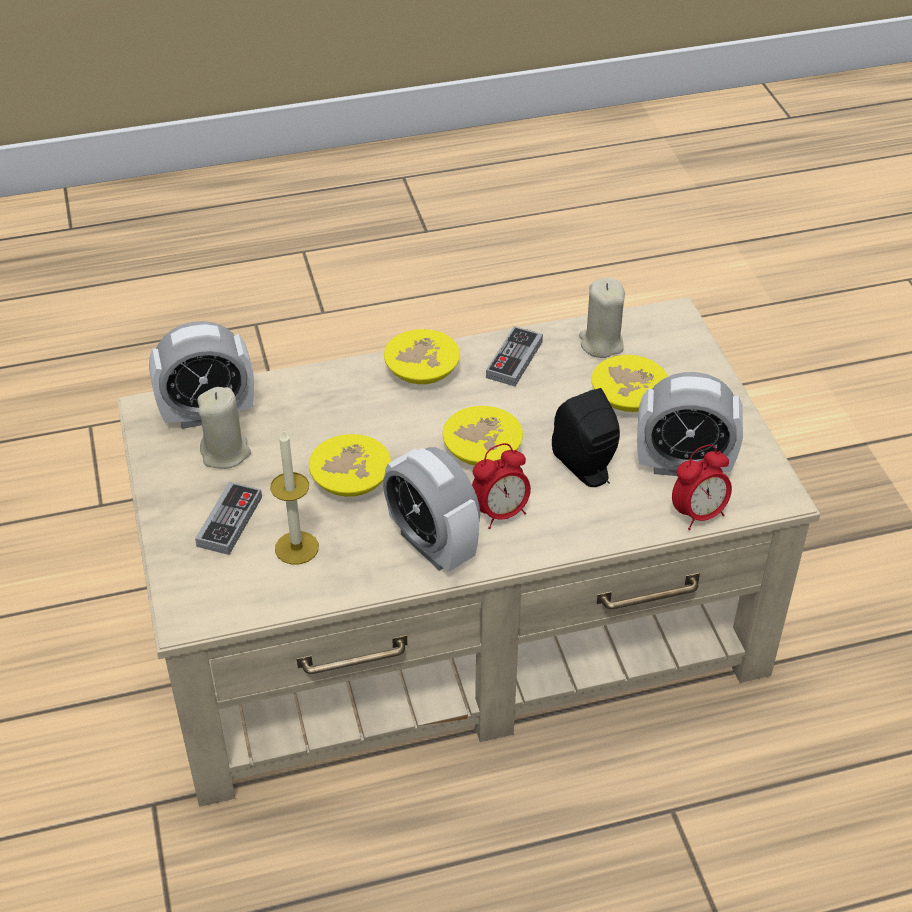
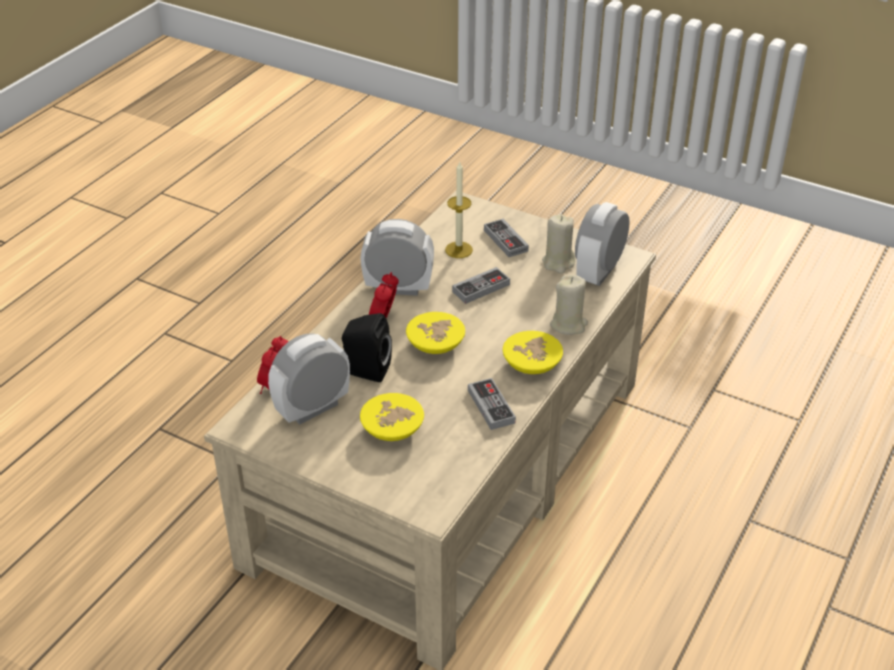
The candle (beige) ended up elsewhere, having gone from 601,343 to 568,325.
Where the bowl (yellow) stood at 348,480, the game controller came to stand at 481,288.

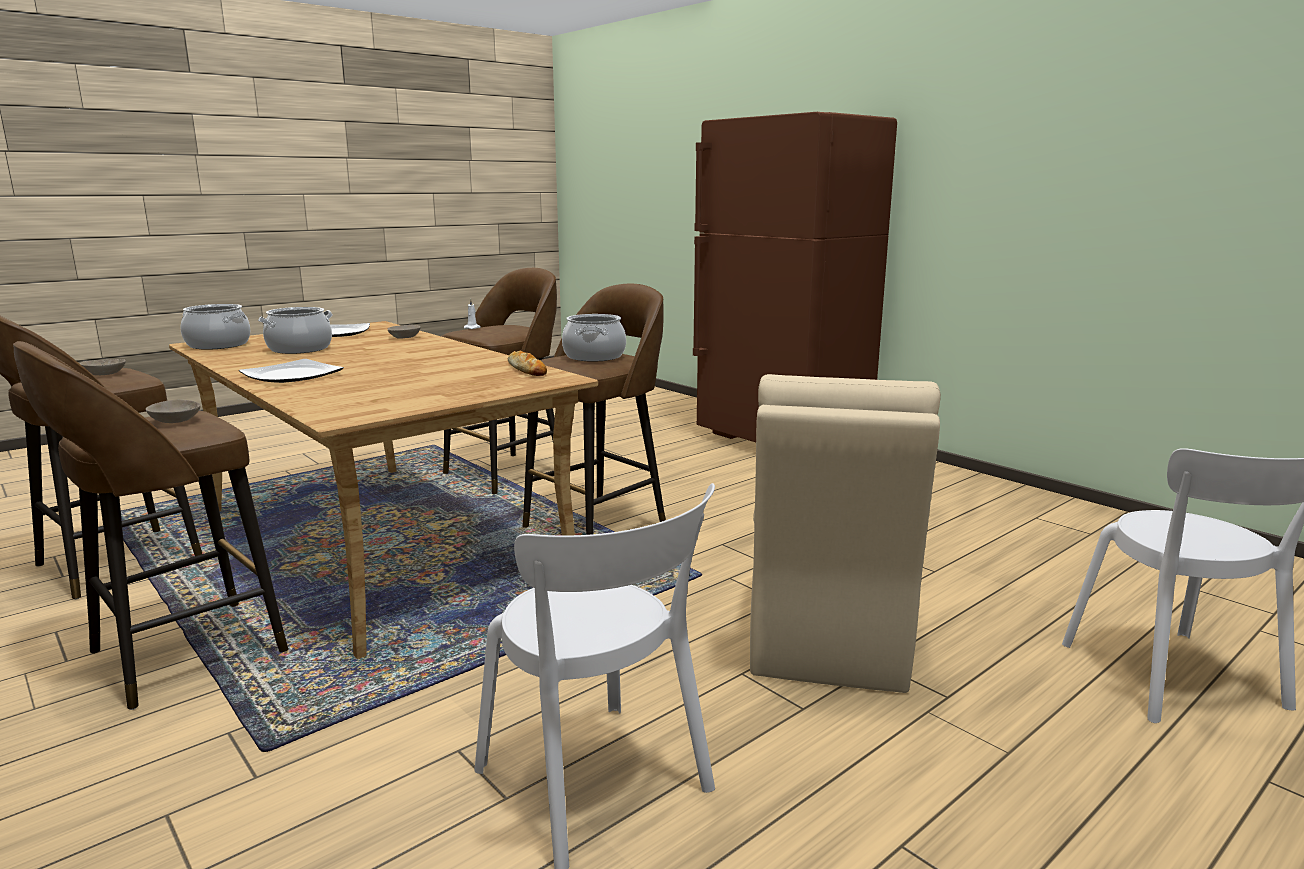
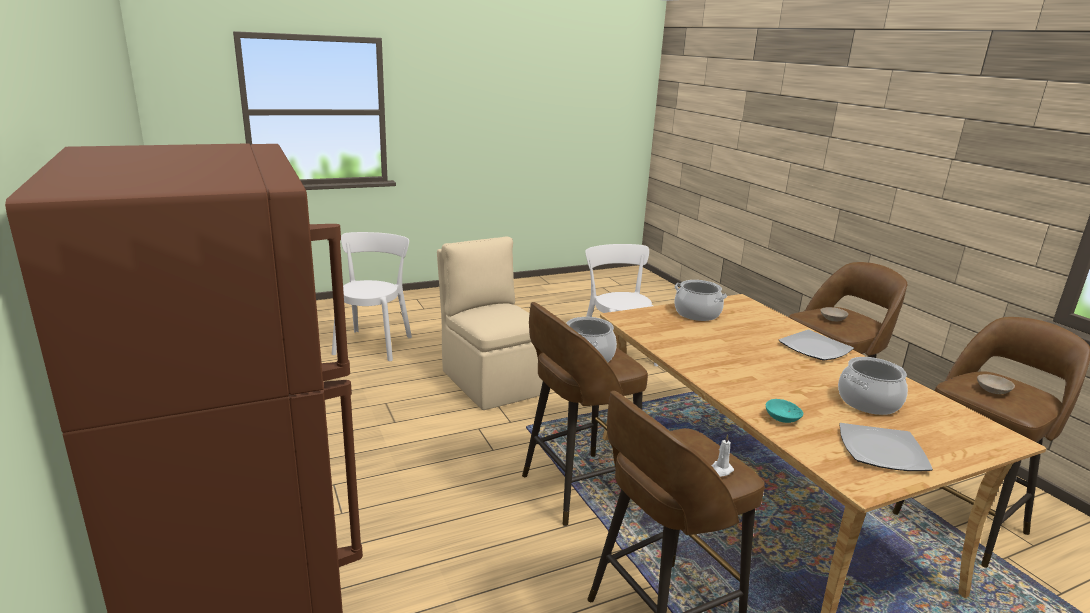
The second view lost the bread at 526,369.
The cooking pot ended up elsewhere, having gone from 218,345 to 697,313.
What was the bowl (beige) at 406,337 turned into the bowl (turquoise) at 780,418.
The chair (beige) at 828,638 ended up facing another way, 60 degrees counterclockwise from before.

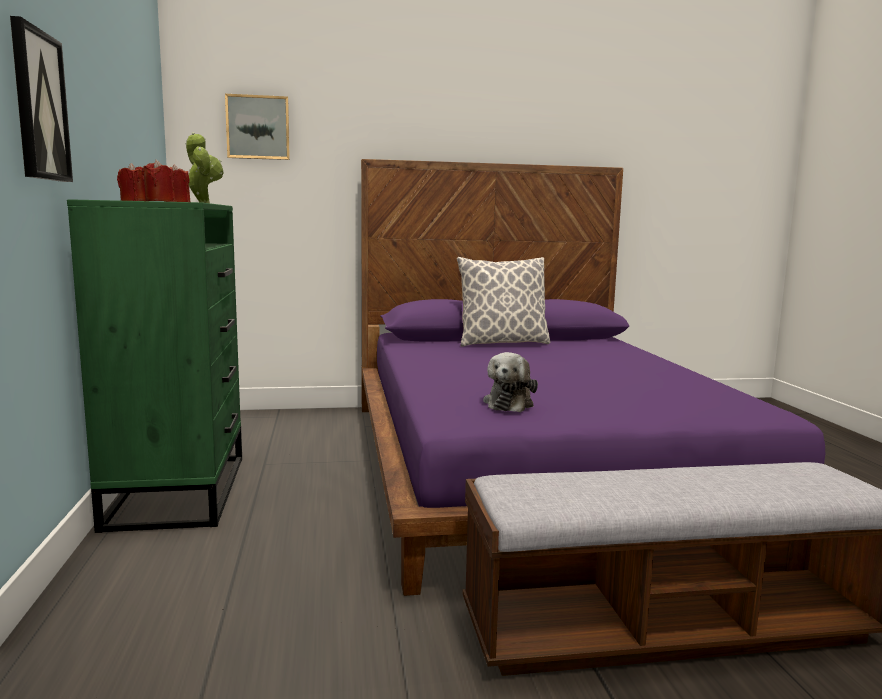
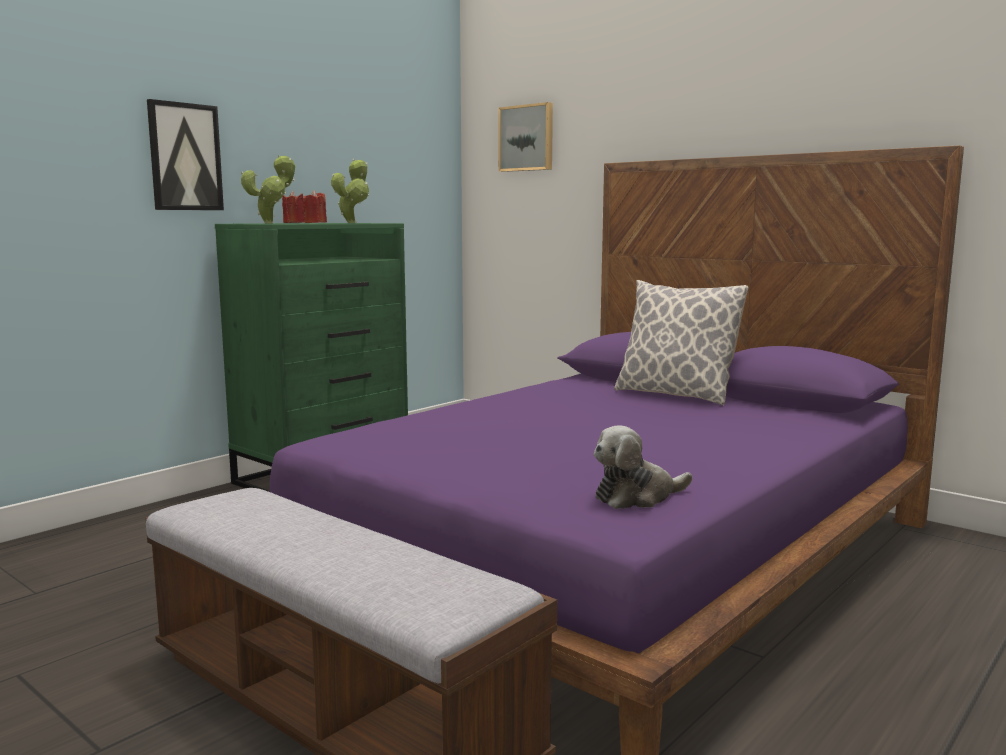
The plush toy ended up elsewhere, having gone from 509,403 to 637,497.
Where the candle (red) stood at 160,201, the potted plant came to stand at 272,223.

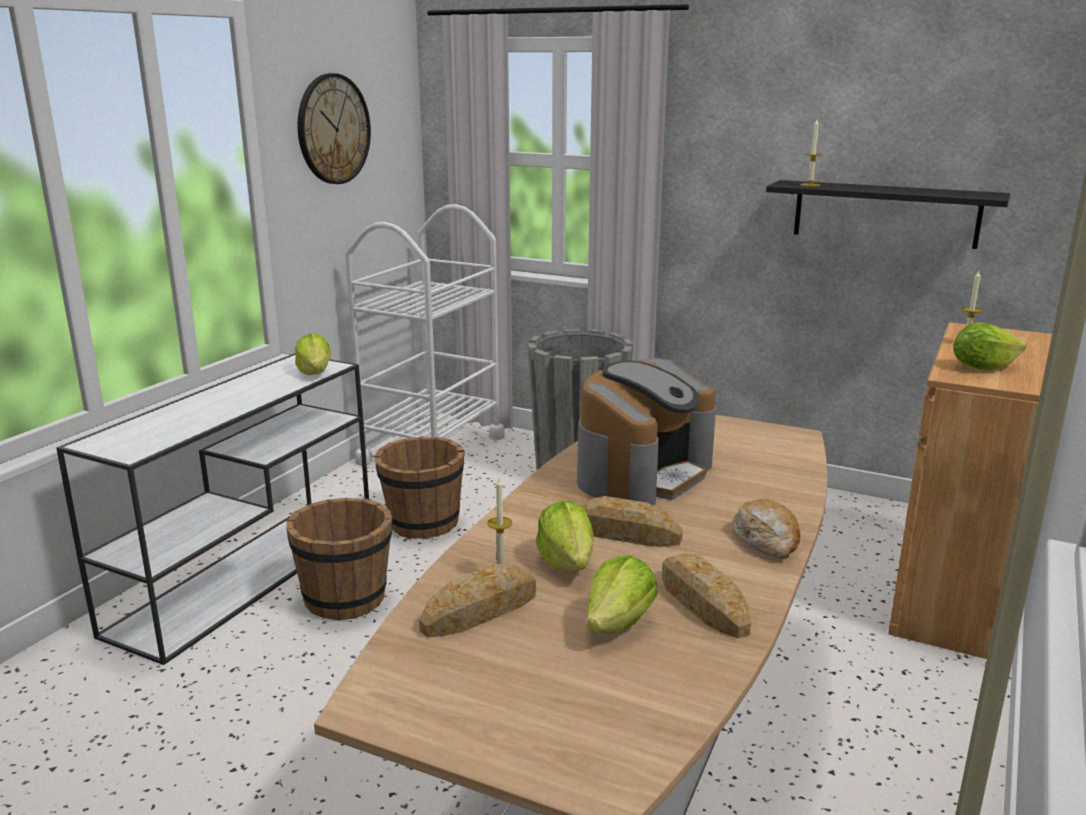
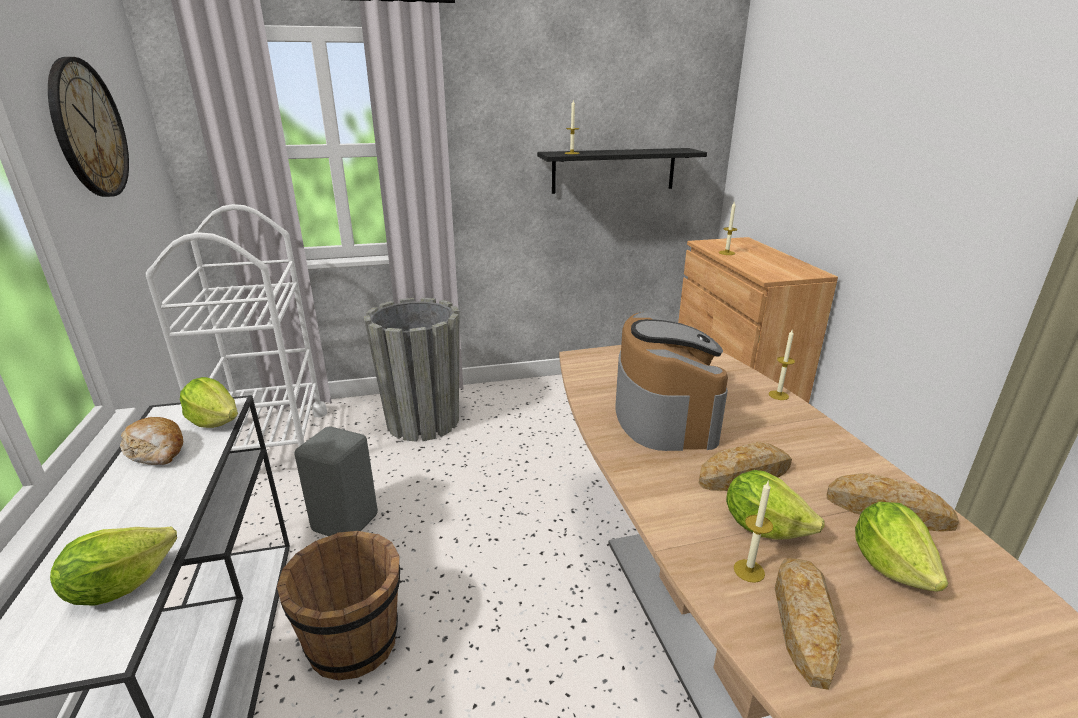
The second view gained the candle at 778,395.
The bread ended up elsewhere, having gone from 767,540 to 157,450.
The lettuce ended up elsewhere, having gone from 982,367 to 120,585.
Where the bucket (brown) stood at 423,523, the stool (grey) came to stand at 343,523.

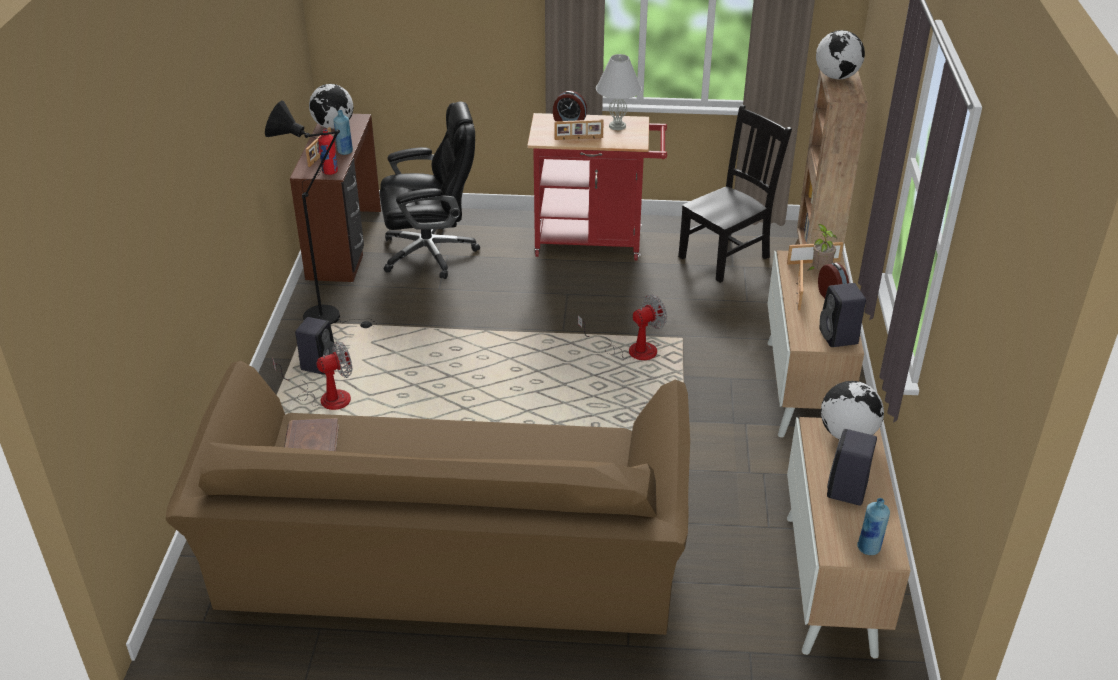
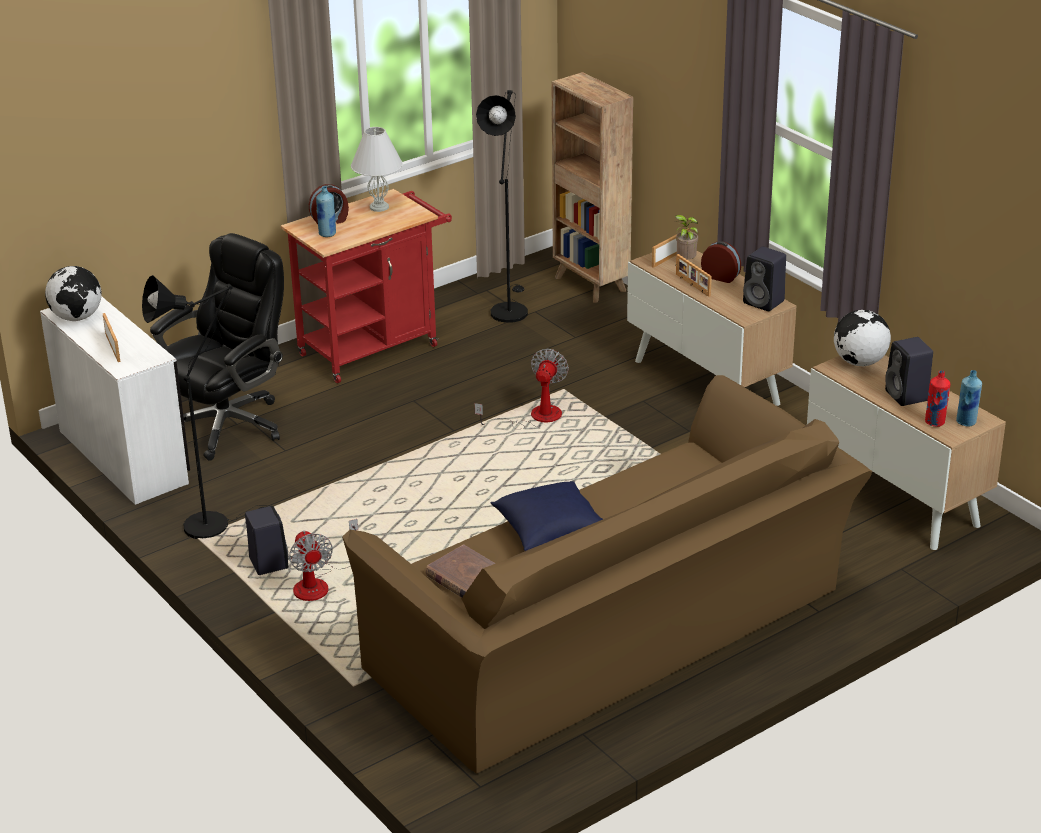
The second view lost the picture frame at 578,138.
The second view lost the globe at 836,77.
The second view gained the pillow (blue) at 550,531.
The bottle (red) ended up elsewhere, having gone from 330,171 to 935,422.
The bottle (blue) ended up elsewhere, having gone from 345,152 to 327,234.
Where the chair (black) stood at 726,256, the floor lamp (black) came to stand at 509,309.
What was the desk (brown) at 346,244 turned into the desk (white) at 125,456.
The fan at 326,397 ended up facing another way, 135 degrees clockwise from before.

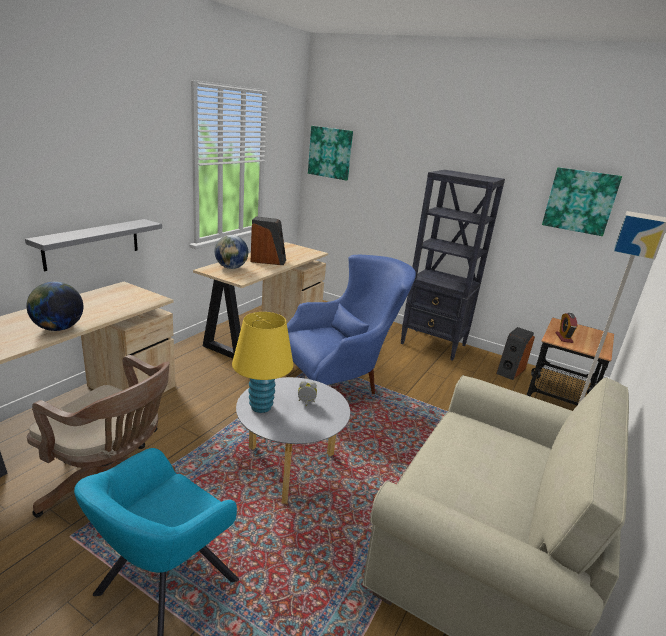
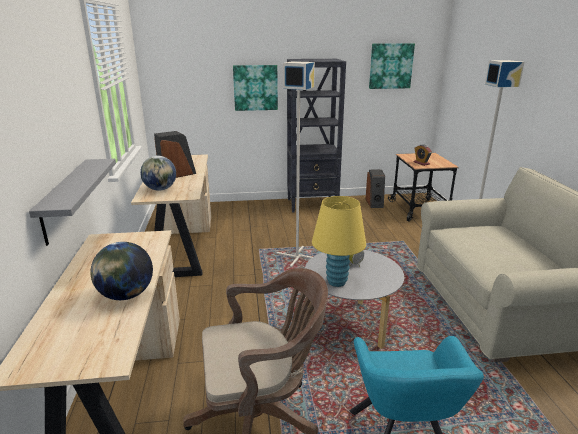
The picture ended up elsewhere, having gone from 330,153 to 255,87.
Where the armchair (blue) stood at 340,384, the floor lamp (grey) came to stand at 297,256.

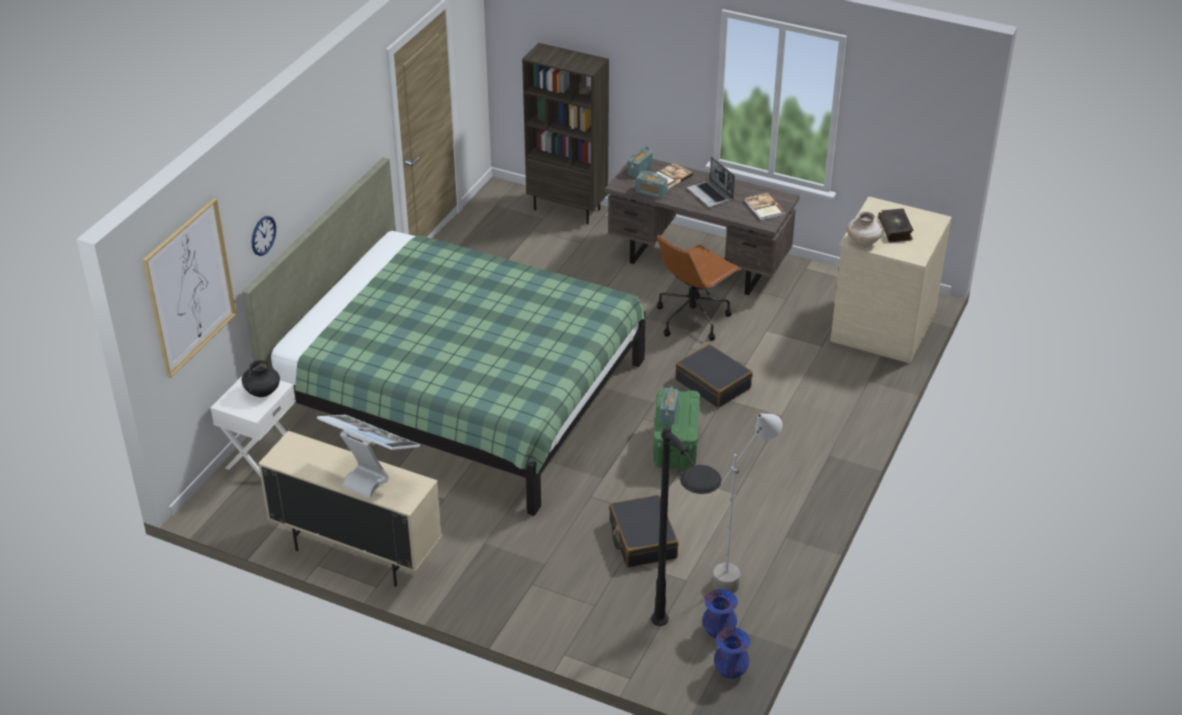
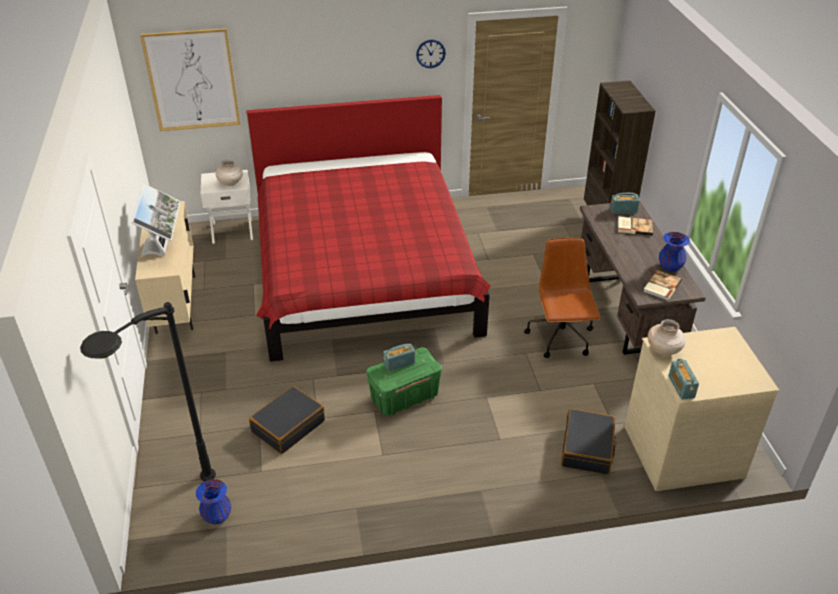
The second view lost the laptop at 711,195.
The second view lost the floor lamp (grey) at 740,572.
The second view lost the book at 895,230.
The wall clock ended up elsewhere, having gone from 263,235 to 430,53.
The radio ended up elsewhere, having gone from 651,192 to 681,387.
The suitcase (black) ended up elsewhere, having gone from 713,384 to 587,448.
The vase (blue) ended up elsewhere, having gone from 730,670 to 670,267.
What was the vase (black) at 263,392 turned into the vase (beige) at 230,183.
What was the bed (green) at 460,393 turned into the bed (red) at 363,273.
The office chair (brown) at 693,318 ended up facing another way, 75 degrees clockwise from before.

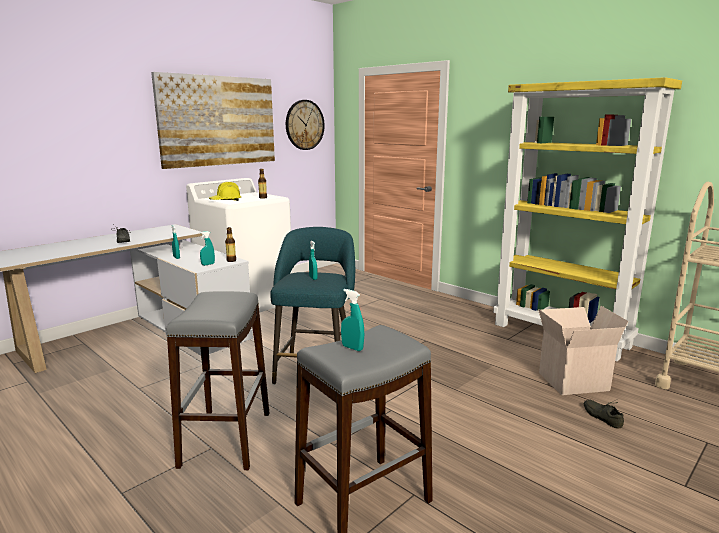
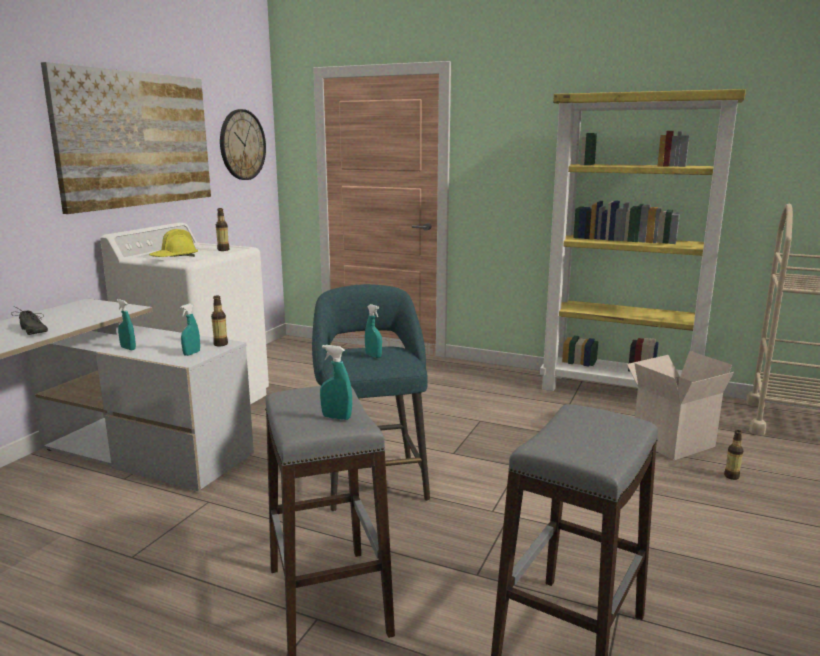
The spray bottle (turquoise) ended up elsewhere, having gone from 352,348 to 336,417.
Where the shoe (grey) stood at 603,417, the bottle came to stand at 731,476.

